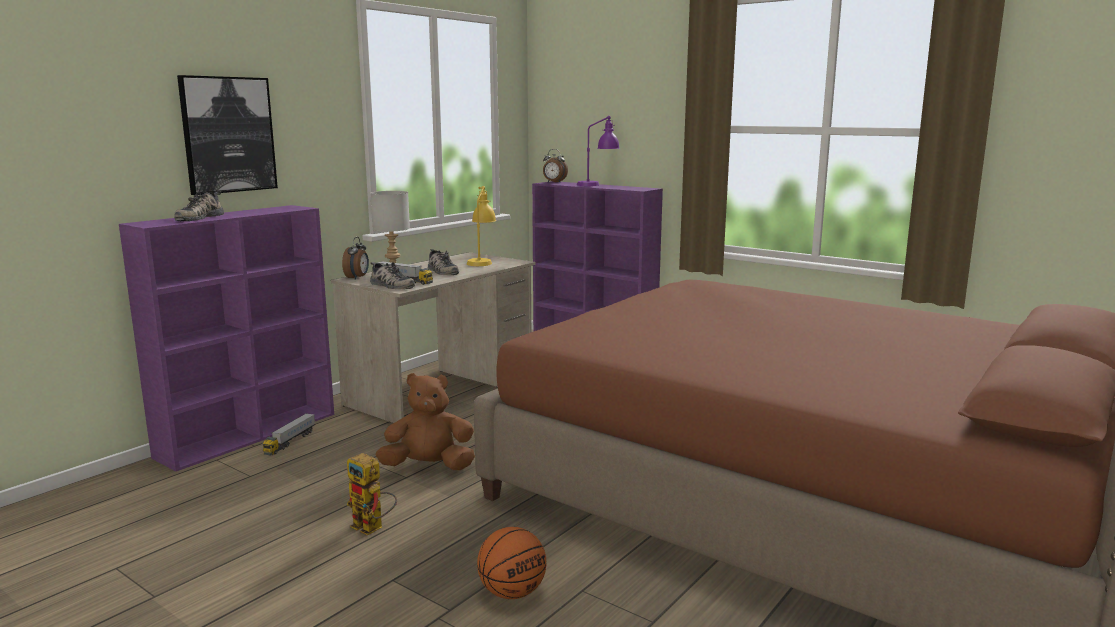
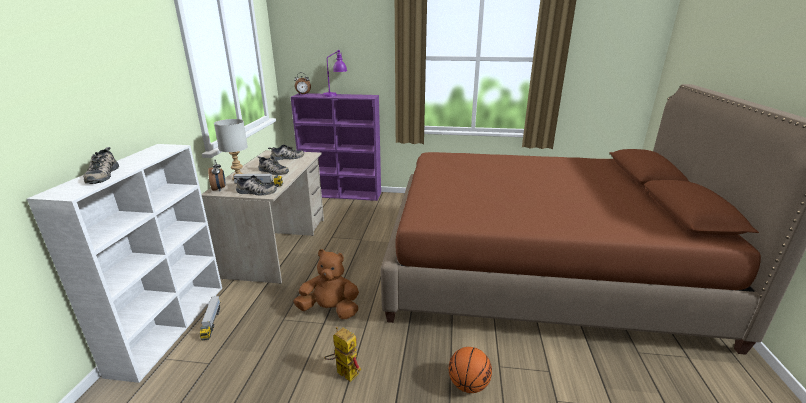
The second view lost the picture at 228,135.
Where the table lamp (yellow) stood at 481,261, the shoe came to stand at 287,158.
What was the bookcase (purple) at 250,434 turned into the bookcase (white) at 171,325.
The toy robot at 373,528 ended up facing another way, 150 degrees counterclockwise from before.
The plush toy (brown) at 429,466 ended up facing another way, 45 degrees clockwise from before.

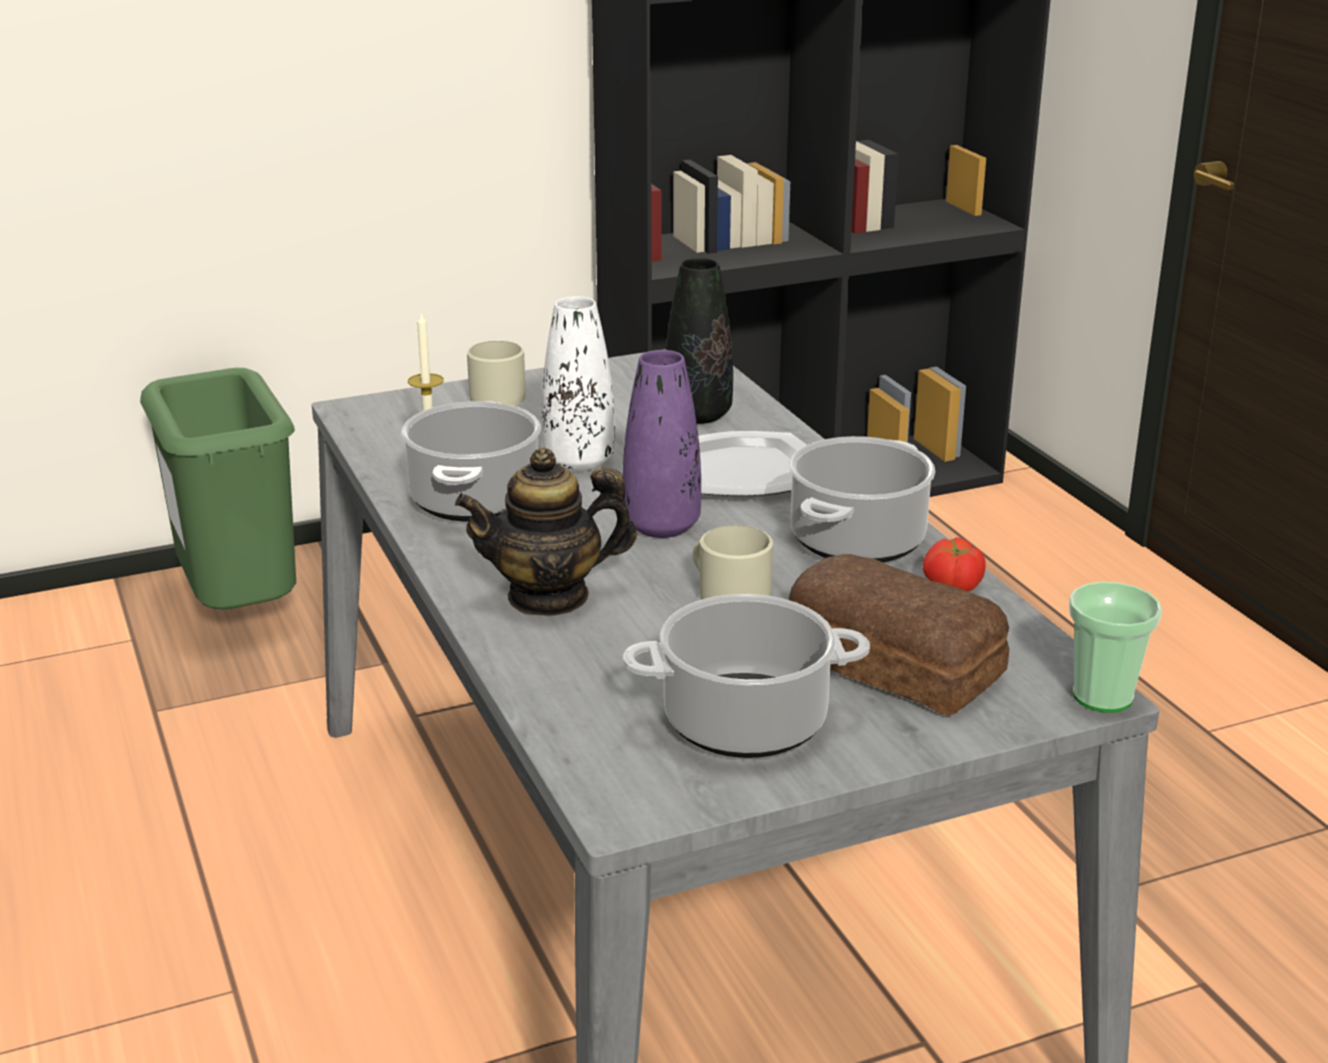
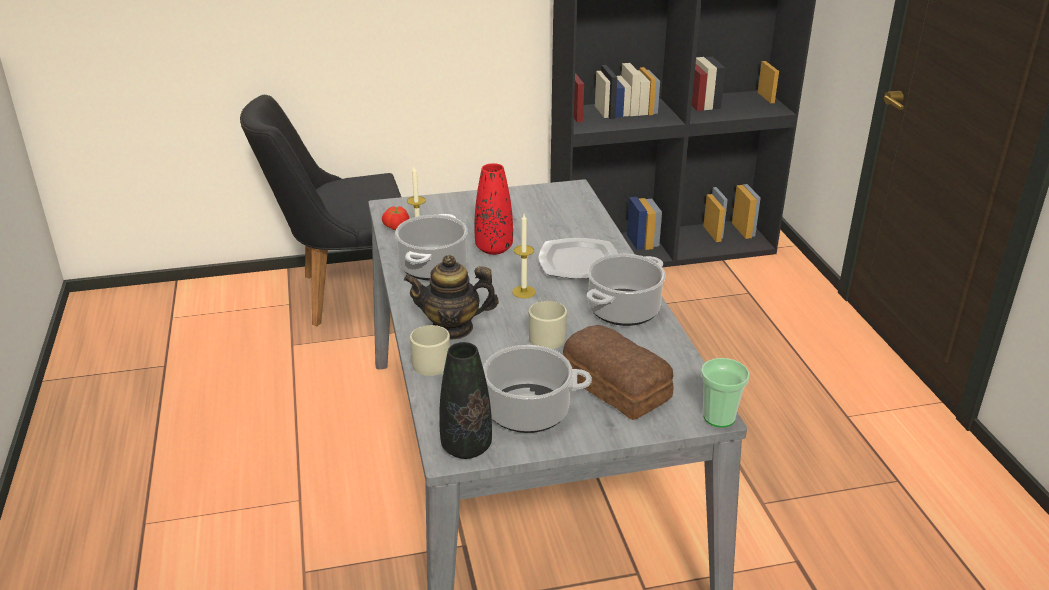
The mug (beige) ended up elsewhere, having gone from 493,396 to 429,361.
The vase (black) ended up elsewhere, having gone from 698,415 to 466,447.
The tomato ended up elsewhere, having gone from 952,584 to 396,227.
Where the trash can (green) stood at 239,613, the chair (black) came to stand at 345,294.
Where the vase (purple) stood at 661,526, the candle came to stand at 523,292.
What was the vase (white) at 579,461 turned into the vase (red) at 494,248.

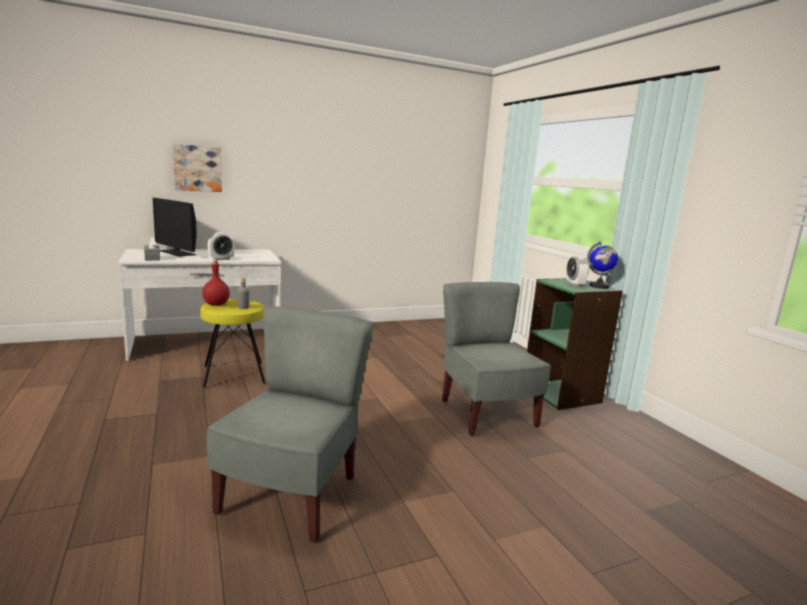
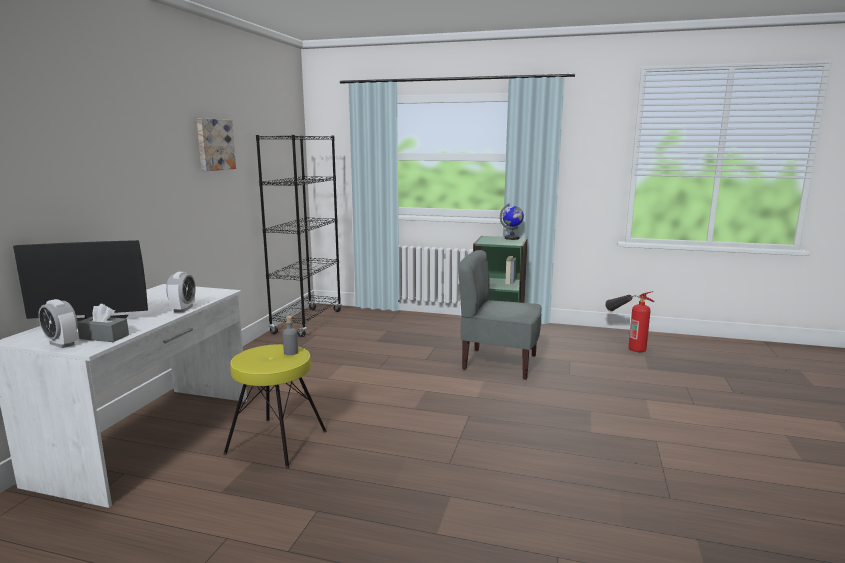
The second view lost the bottle (red) at 216,304.
The second view lost the chair (grey) at 291,495.
The second view gained the bookcase (black) at 307,322.
The second view gained the fire extinguisher at 626,344.
The picture ended up elsewhere, having gone from 197,168 to 214,144.
The alarm clock ended up elsewhere, having gone from 575,285 to 62,344.

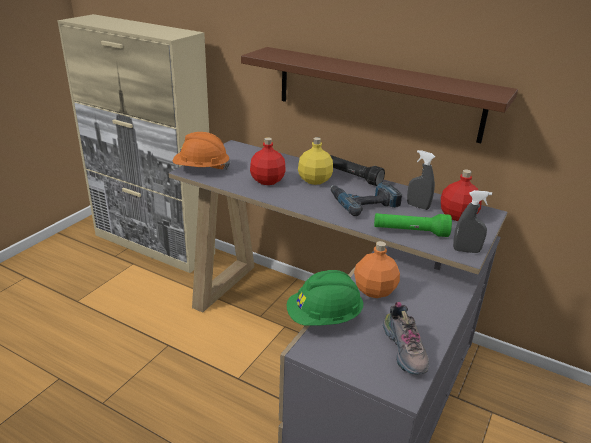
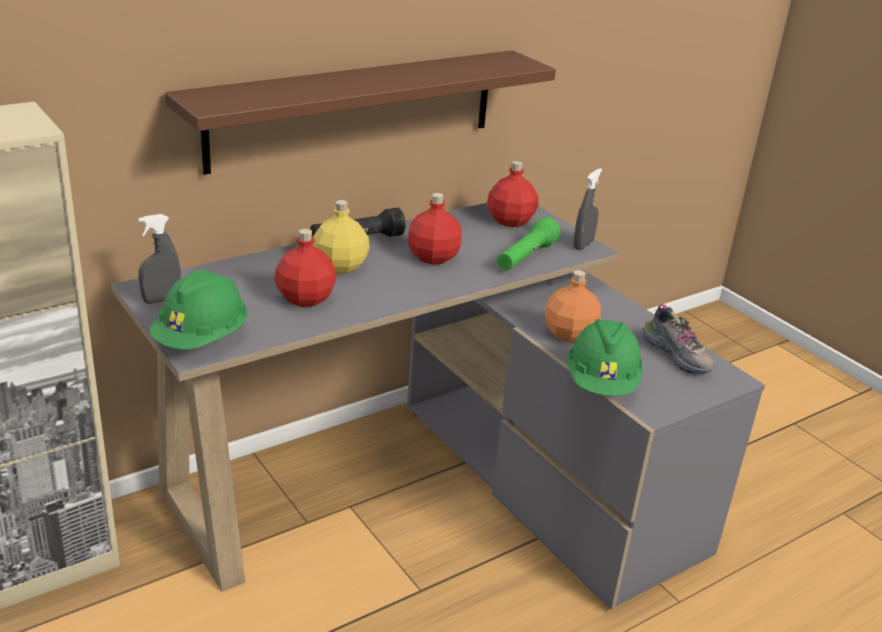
The spray bottle (grey) ended up elsewhere, having gone from 418,206 to 161,300.
Where the power drill stood at 364,202, the bottle (red) came to stand at 432,257.
What was the hard hat (orange) at 201,169 turned into the hard hat (green) at 202,339.
The shoe at 406,350 ended up facing another way, 45 degrees clockwise from before.

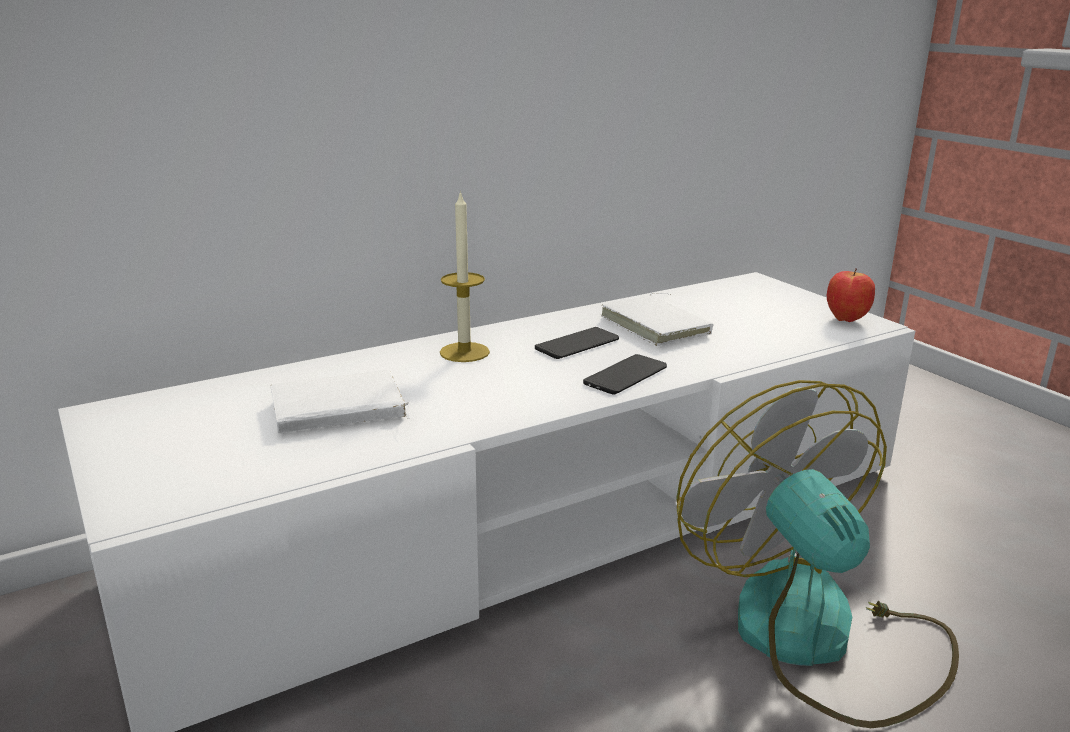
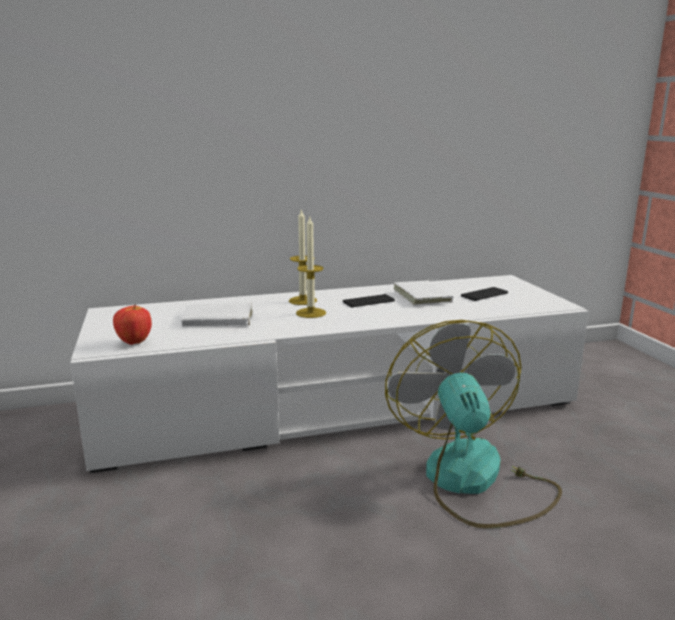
The second view gained the candle at 311,313.
The phone ended up elsewhere, having gone from 625,375 to 484,295.
The apple ended up elsewhere, having gone from 845,319 to 134,343.

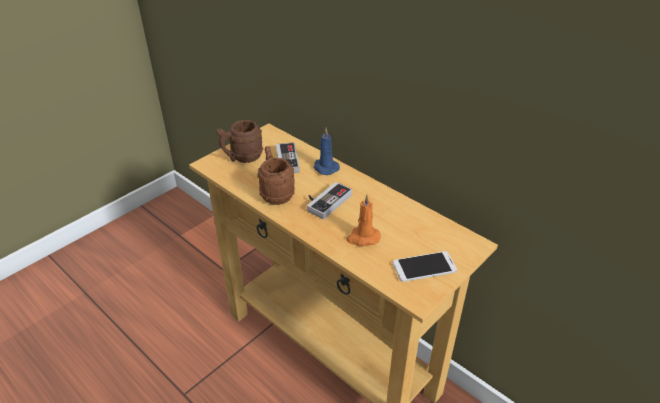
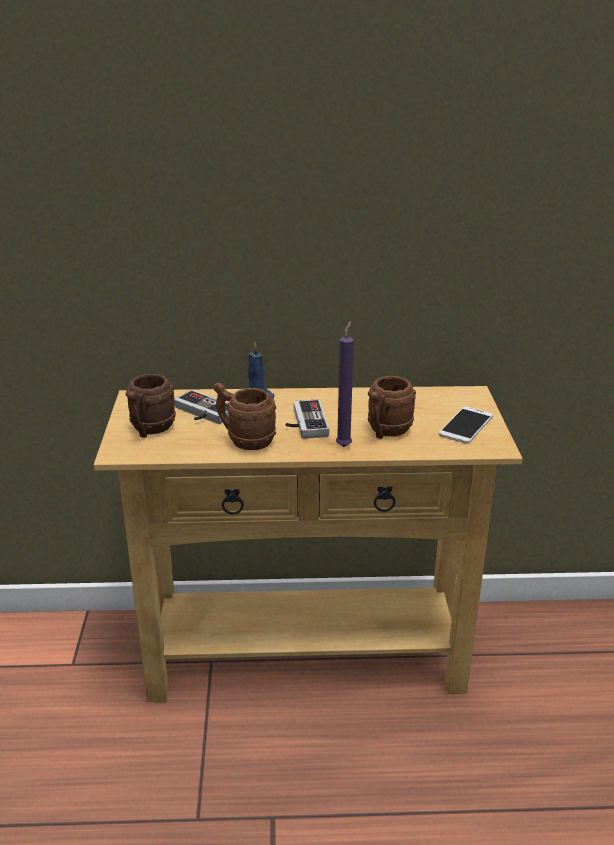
The second view gained the candle (purple) at 344,445.
Where the candle (orange) stood at 363,238, the mug (brown) came to stand at 386,432.

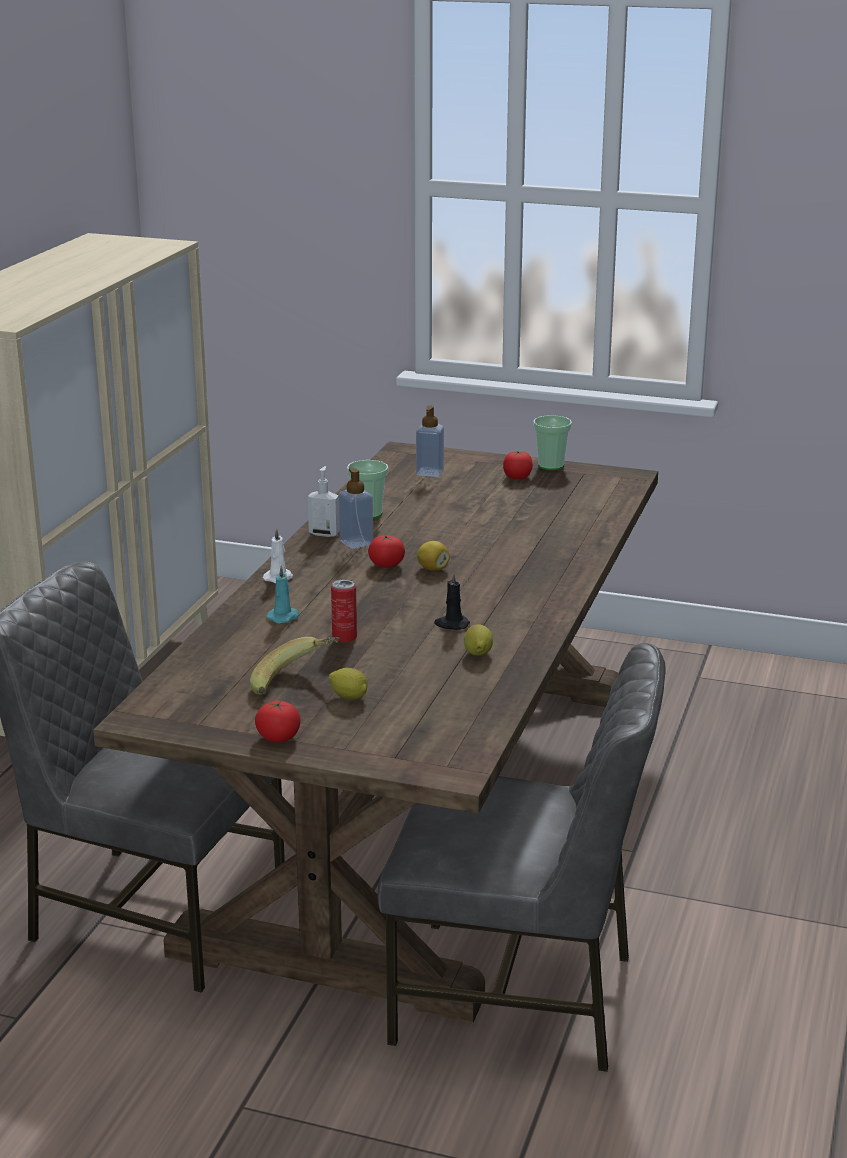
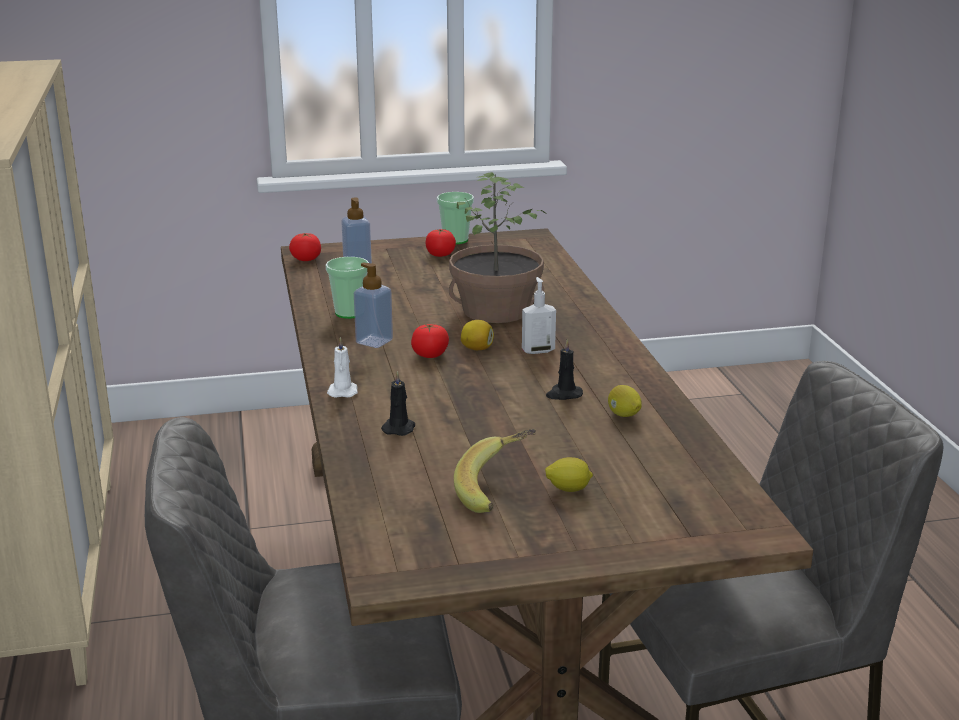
The second view lost the can at 344,638.
The second view gained the potted plant at 496,311.
The tomato ended up elsewhere, having gone from 278,737 to 306,259.
The soap dispenser ended up elsewhere, having gone from 324,533 to 538,350.
What was the candle (turquoise) at 284,617 turned into the candle (black) at 399,428.

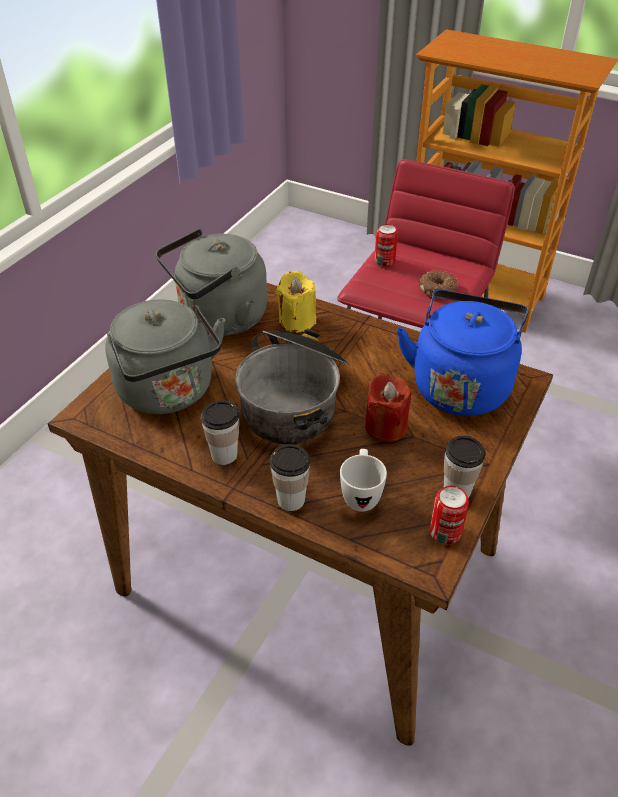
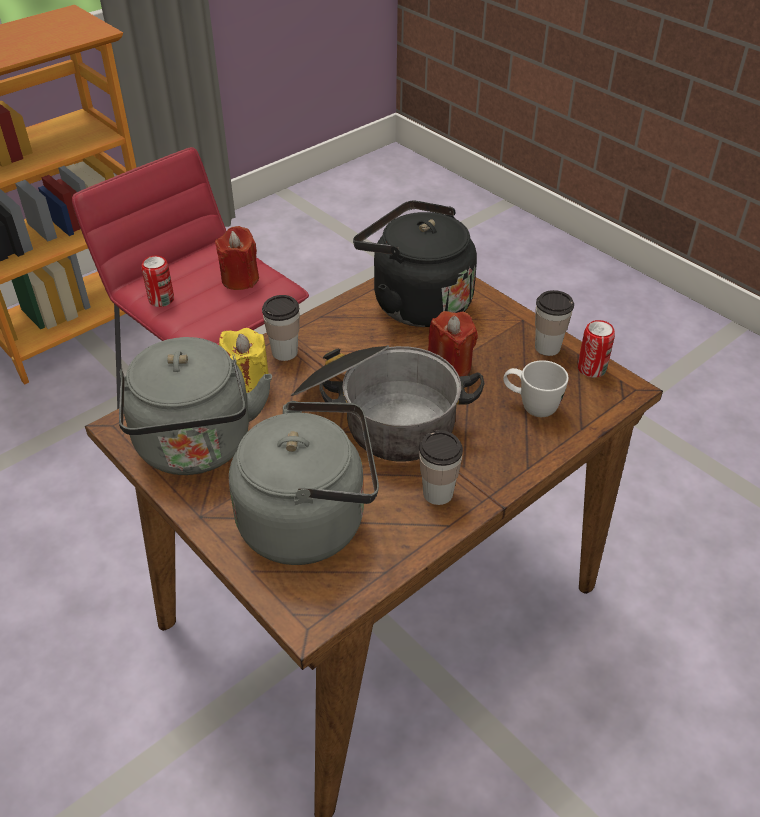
The cup ended up elsewhere, having gone from 291,500 to 284,352.
Where the donut stood at 438,289, the candle (red) came to stand at 240,279.
What was the kettle (blue) at 460,385 turned into the kettle (black) at 415,303.

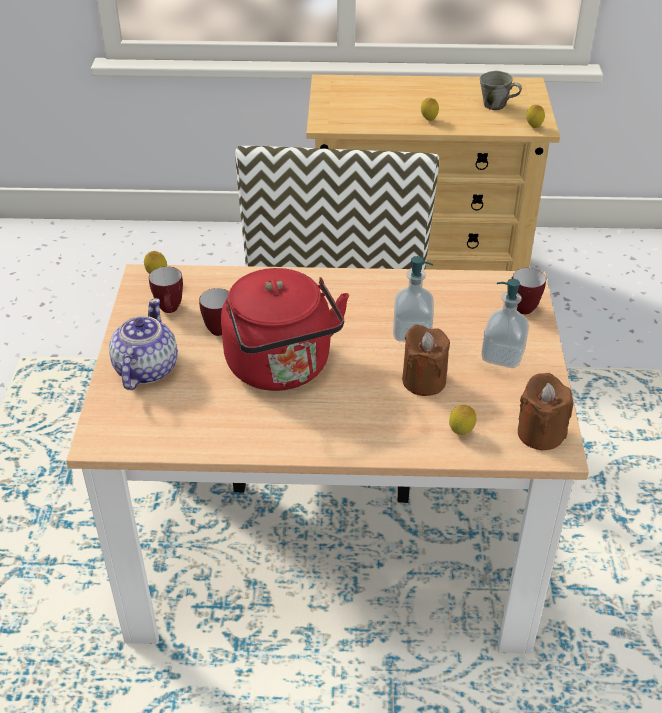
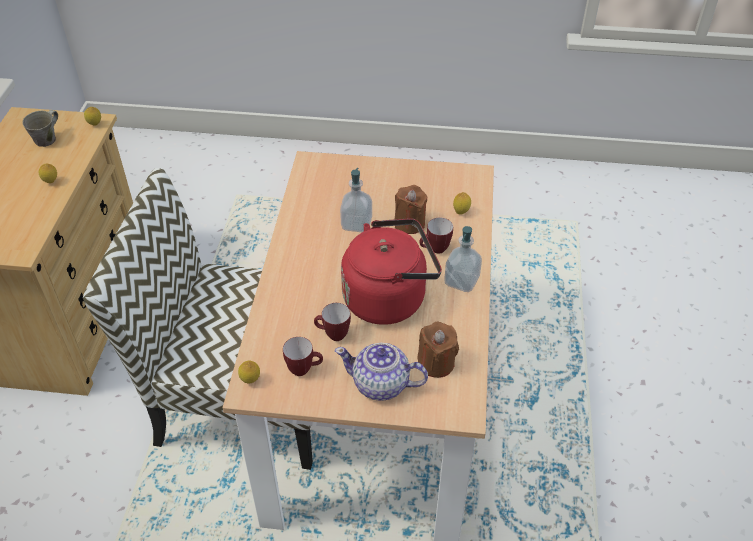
The soap dispenser ended up elsewhere, having gone from 502,356 to 461,281.
The mug ended up elsewhere, having gone from 521,307 to 435,250.
The candle (brown) ended up elsewhere, having gone from 540,433 to 436,363.

